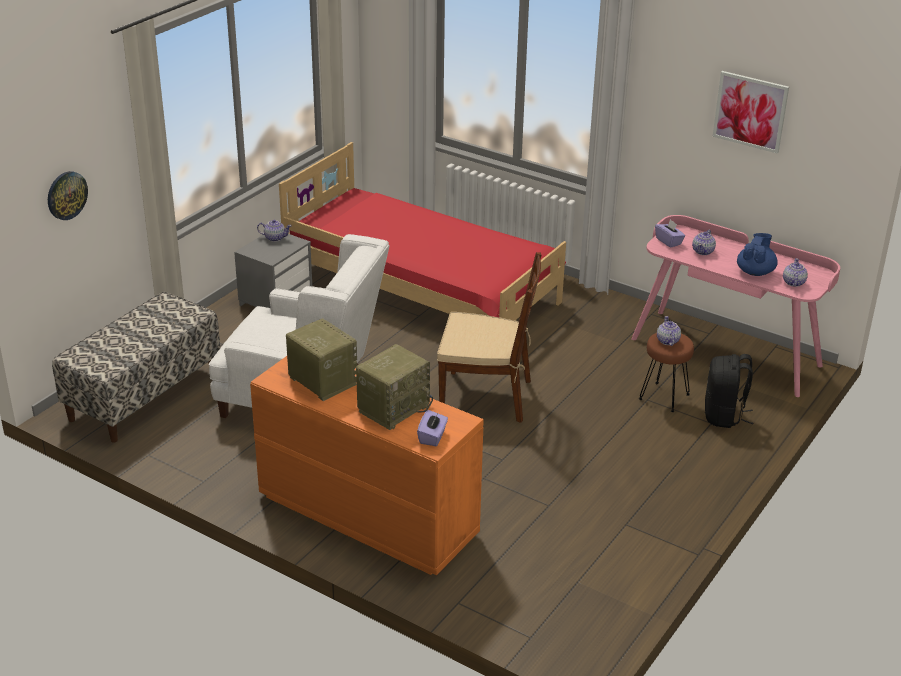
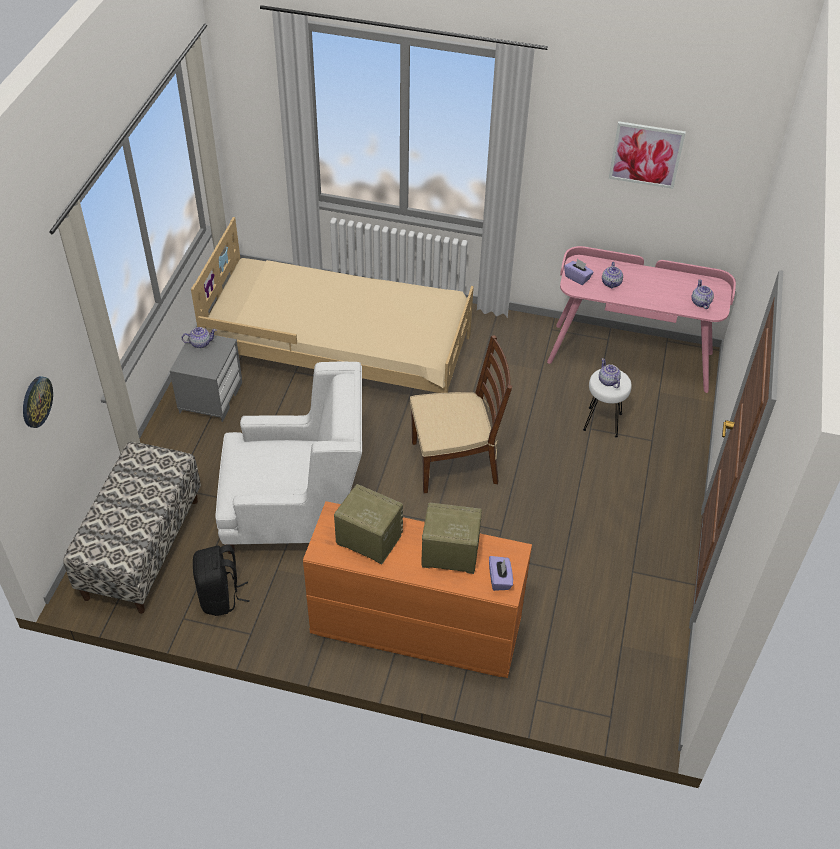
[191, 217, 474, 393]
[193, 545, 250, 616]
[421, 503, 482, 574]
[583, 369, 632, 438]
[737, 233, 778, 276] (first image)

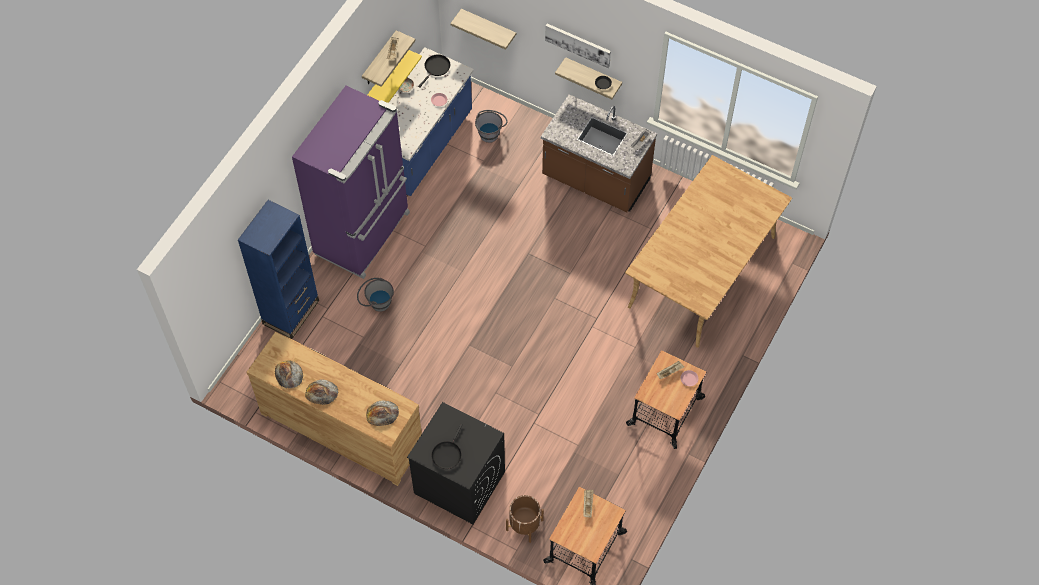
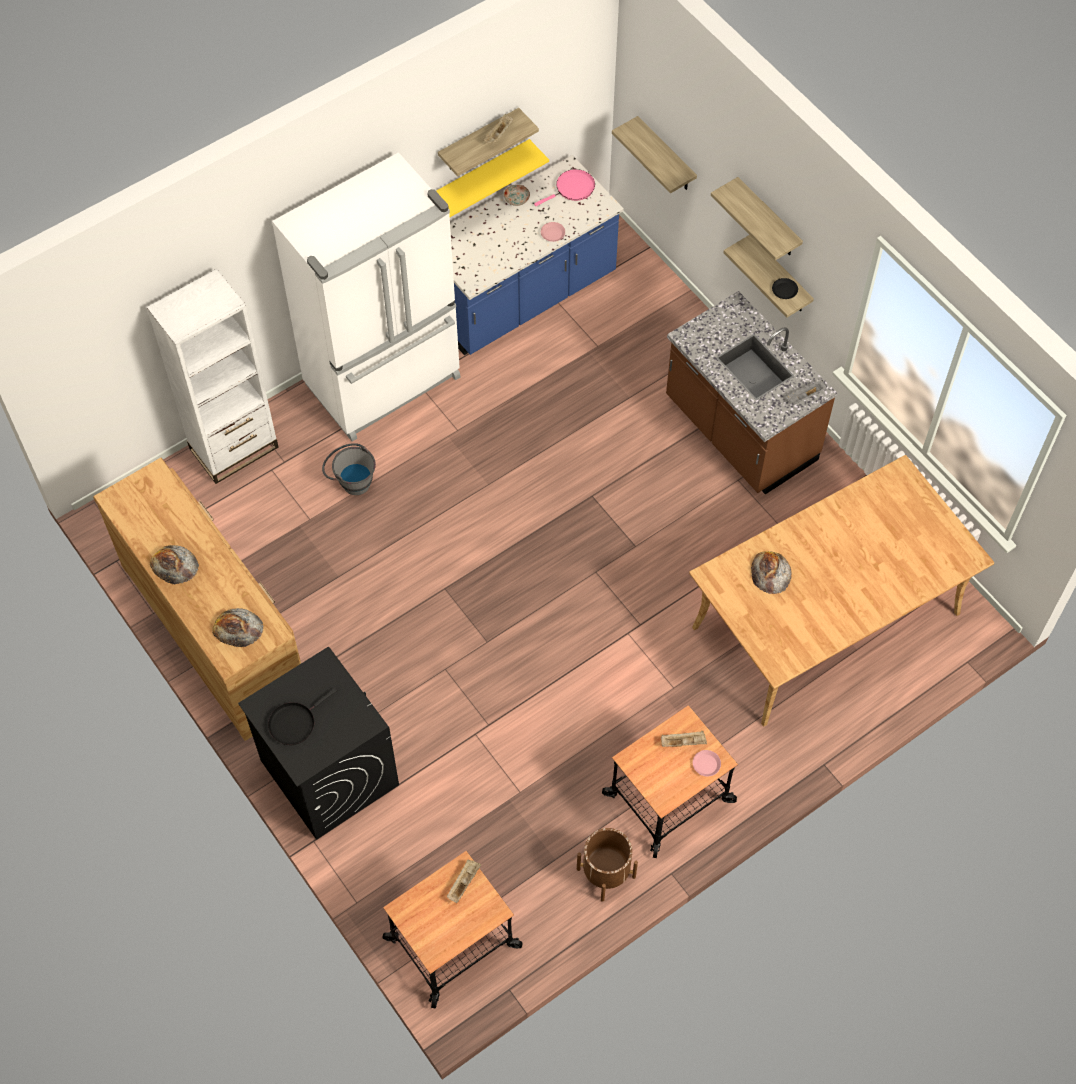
[147, 269, 278, 484]
[272, 152, 461, 441]
[534, 169, 595, 206]
[577, 828, 638, 902]
[711, 177, 803, 261]
[751, 551, 792, 594]
[475, 110, 508, 143] (first image)

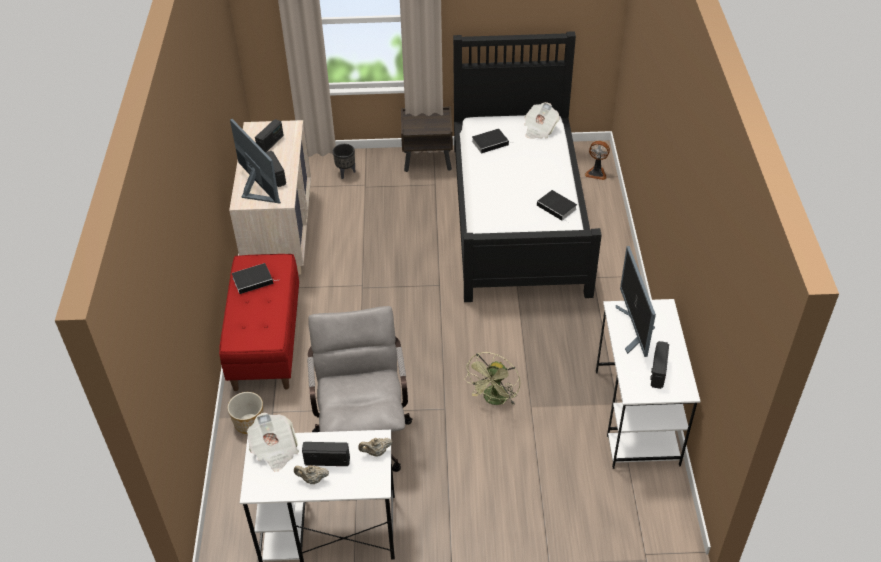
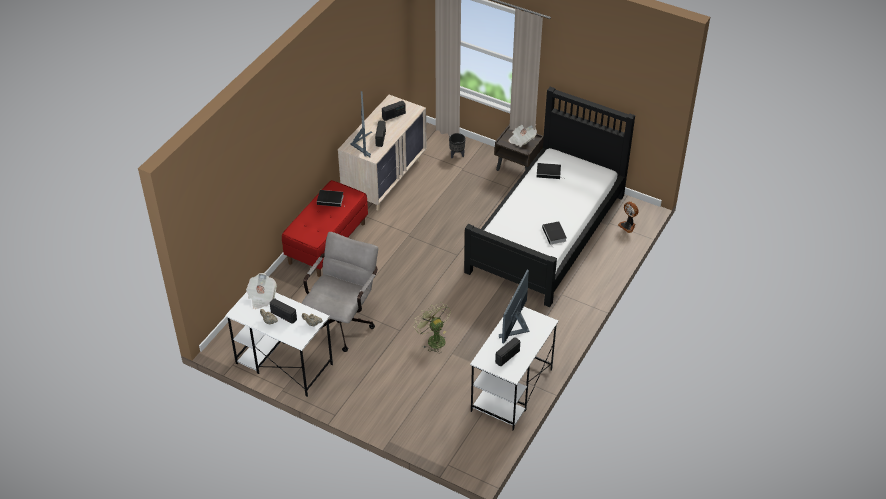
[414, 302, 451, 353]
[509, 125, 537, 147]
[227, 392, 264, 434] (first image)

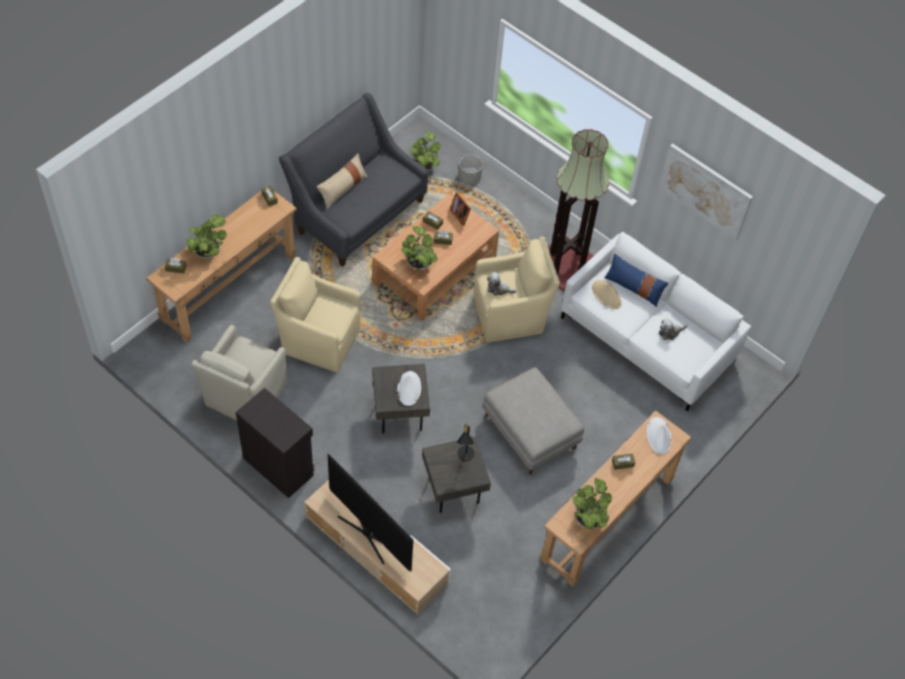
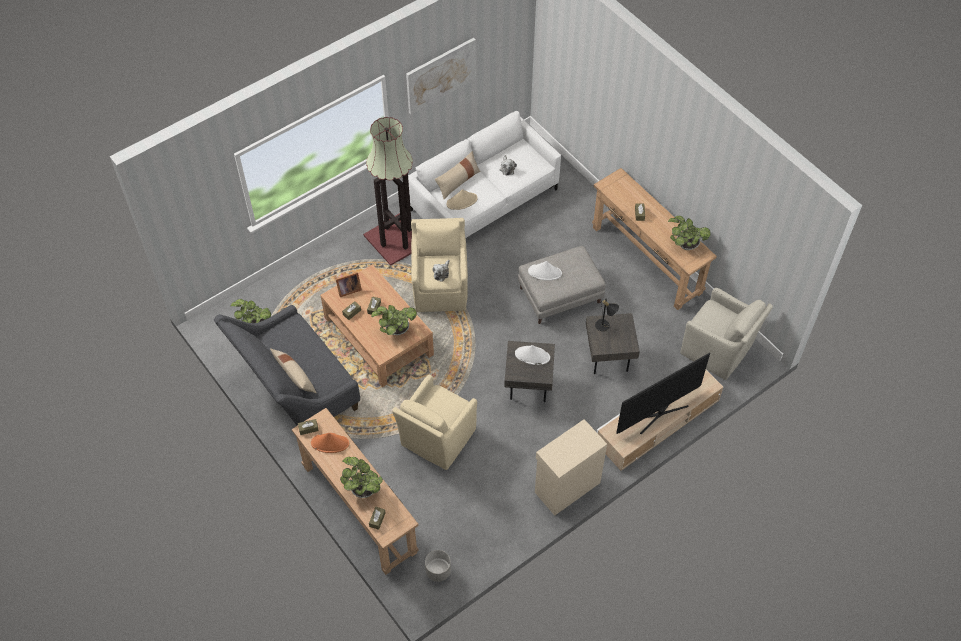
[311, 433, 349, 453]
[425, 550, 451, 582]
[435, 151, 481, 199]
[528, 261, 562, 280]
[535, 419, 607, 516]
[680, 288, 773, 380]

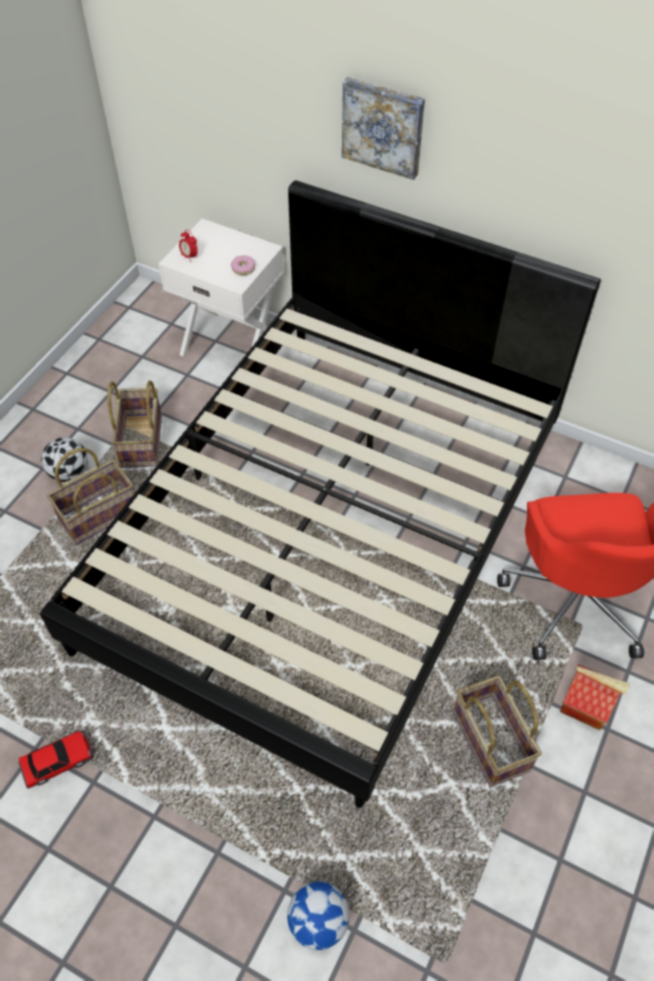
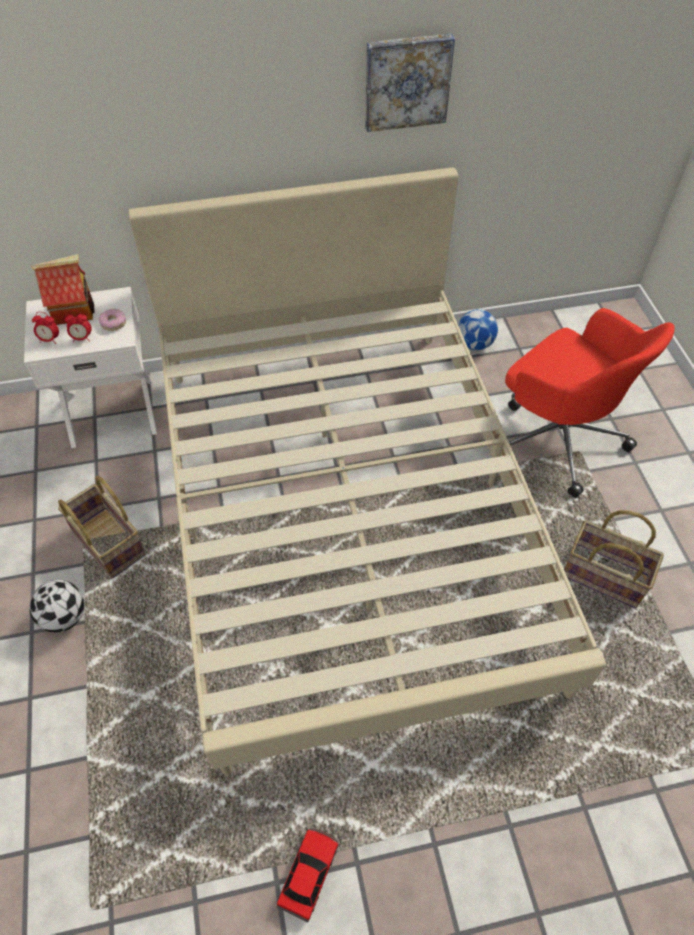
[31, 254, 95, 325]
[64, 310, 92, 343]
[128, 167, 606, 776]
[365, 33, 455, 132]
[458, 309, 498, 350]
[47, 448, 135, 545] (first image)

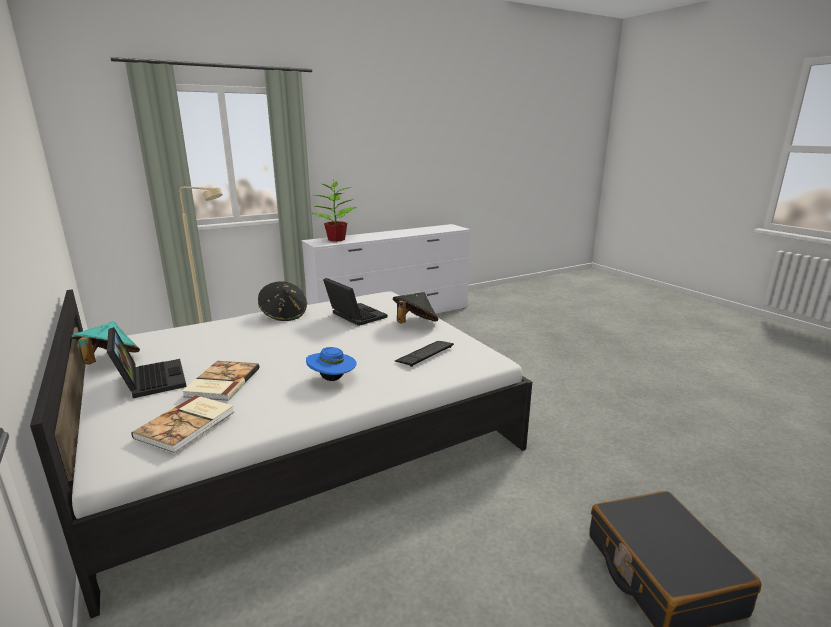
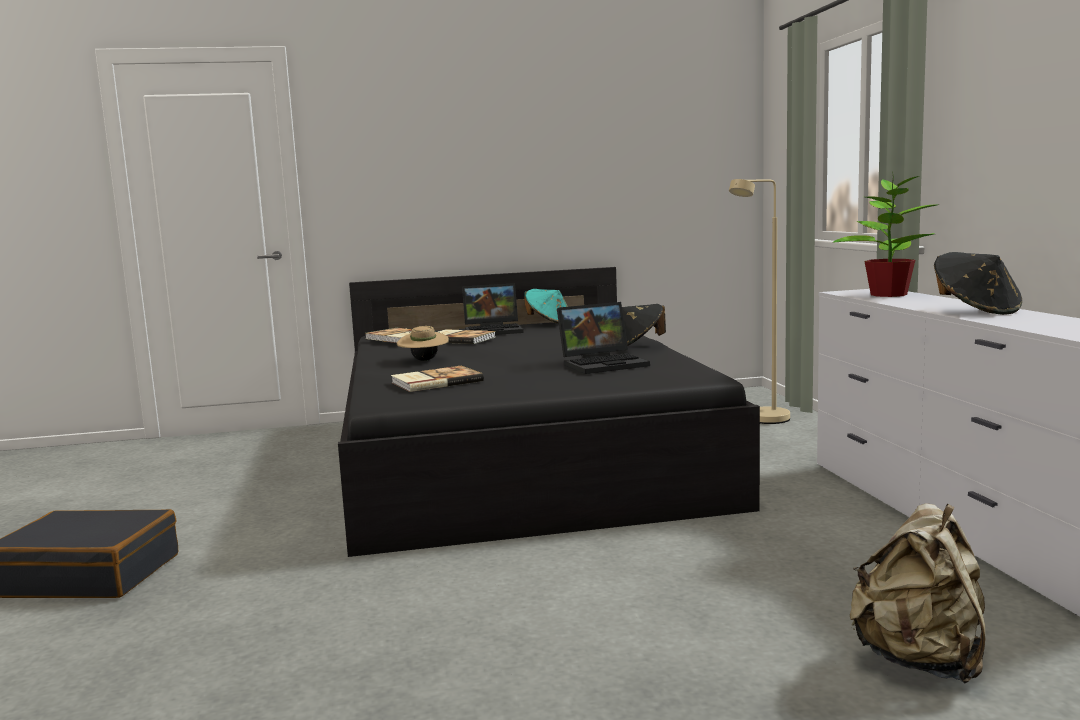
[338, 267, 760, 557]
[391, 365, 484, 392]
[397, 326, 449, 361]
[850, 503, 985, 684]
[934, 252, 1022, 315]

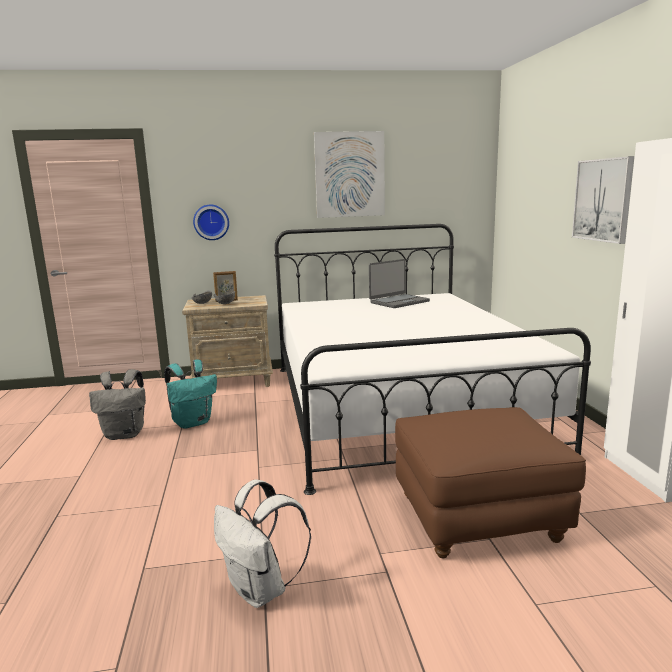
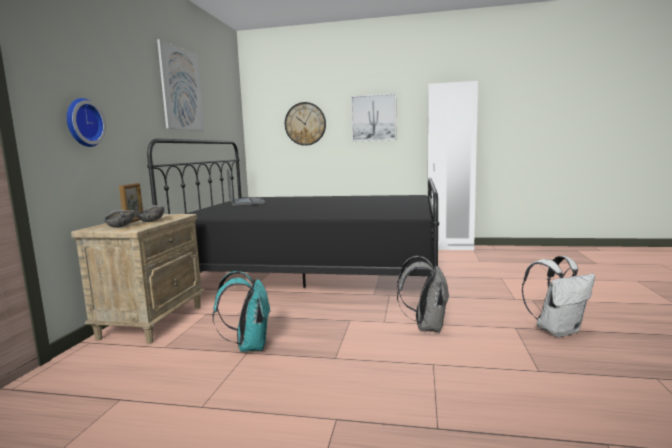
[147, 139, 439, 288]
[285, 102, 326, 146]
[397, 256, 449, 332]
[395, 407, 586, 558] (first image)

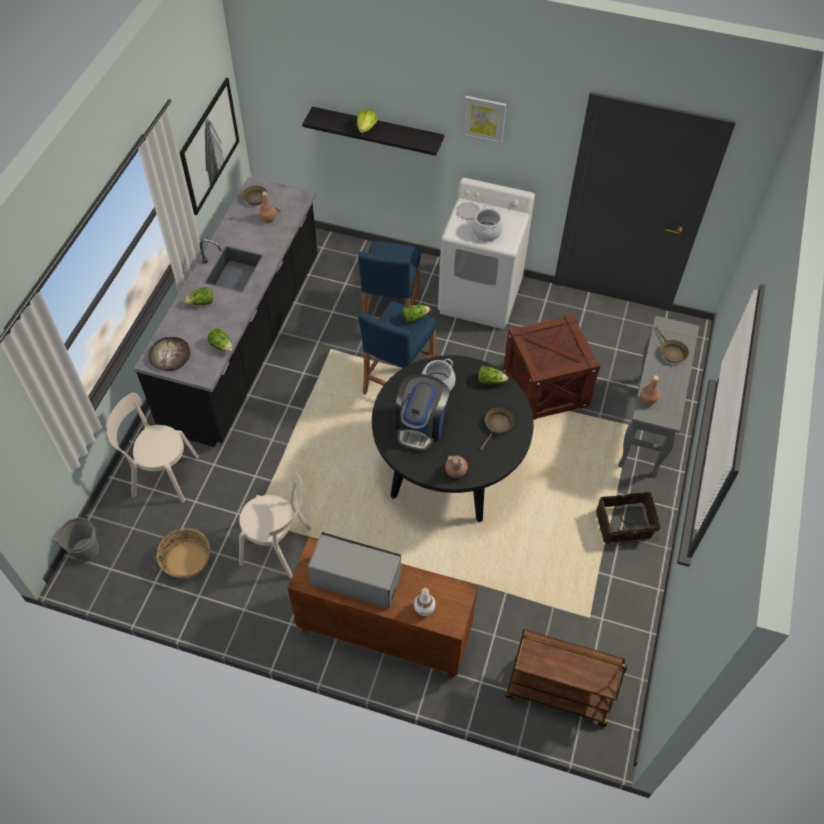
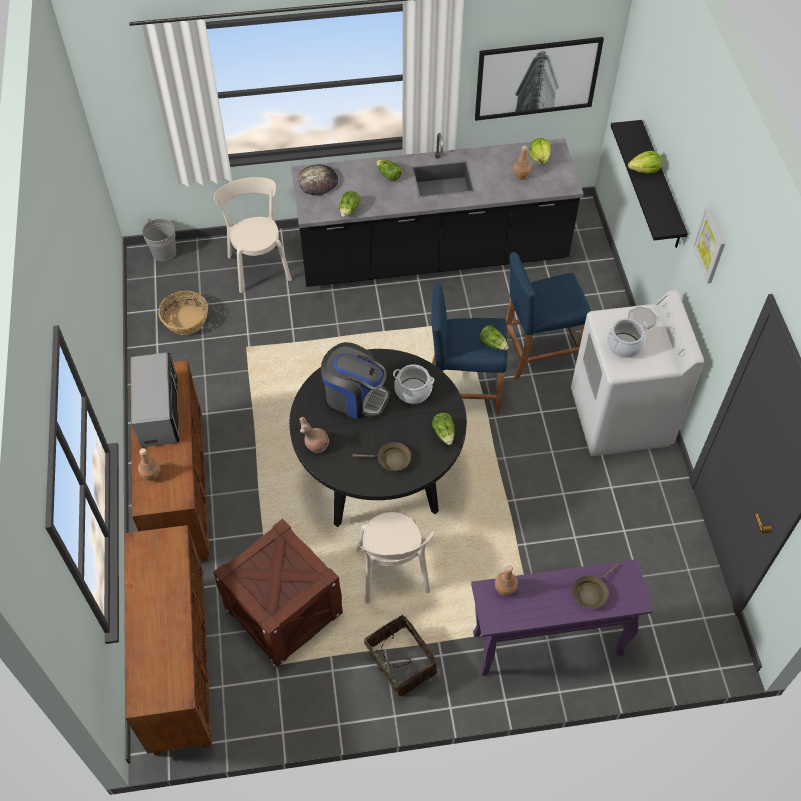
[124, 525, 212, 756]
[138, 448, 160, 481]
[213, 519, 343, 668]
[321, 342, 390, 419]
[356, 512, 435, 604]
[471, 559, 653, 676]
[529, 138, 551, 164]

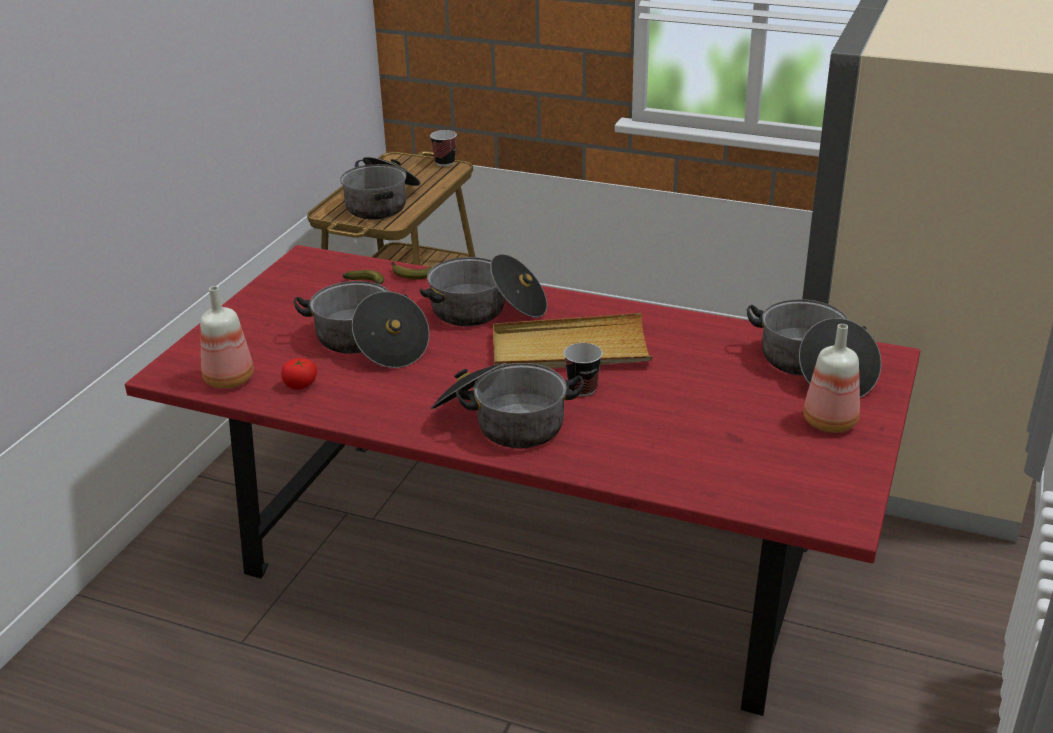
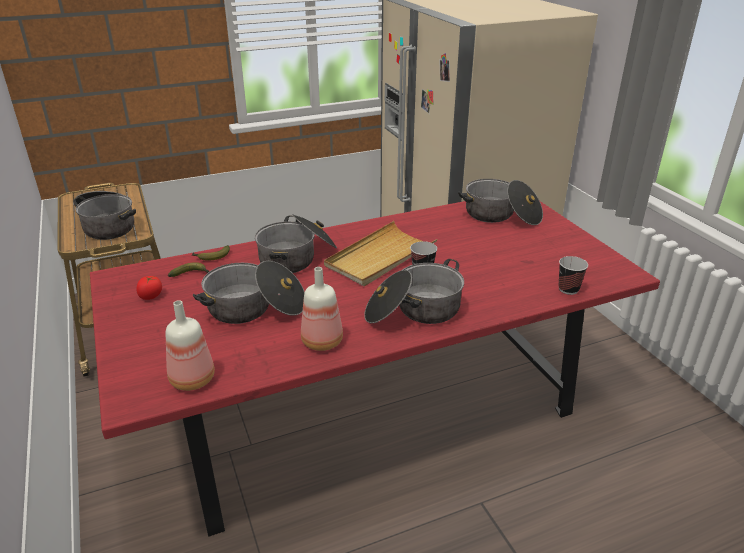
[136, 276, 162, 300]
[301, 267, 343, 351]
[558, 256, 588, 295]

